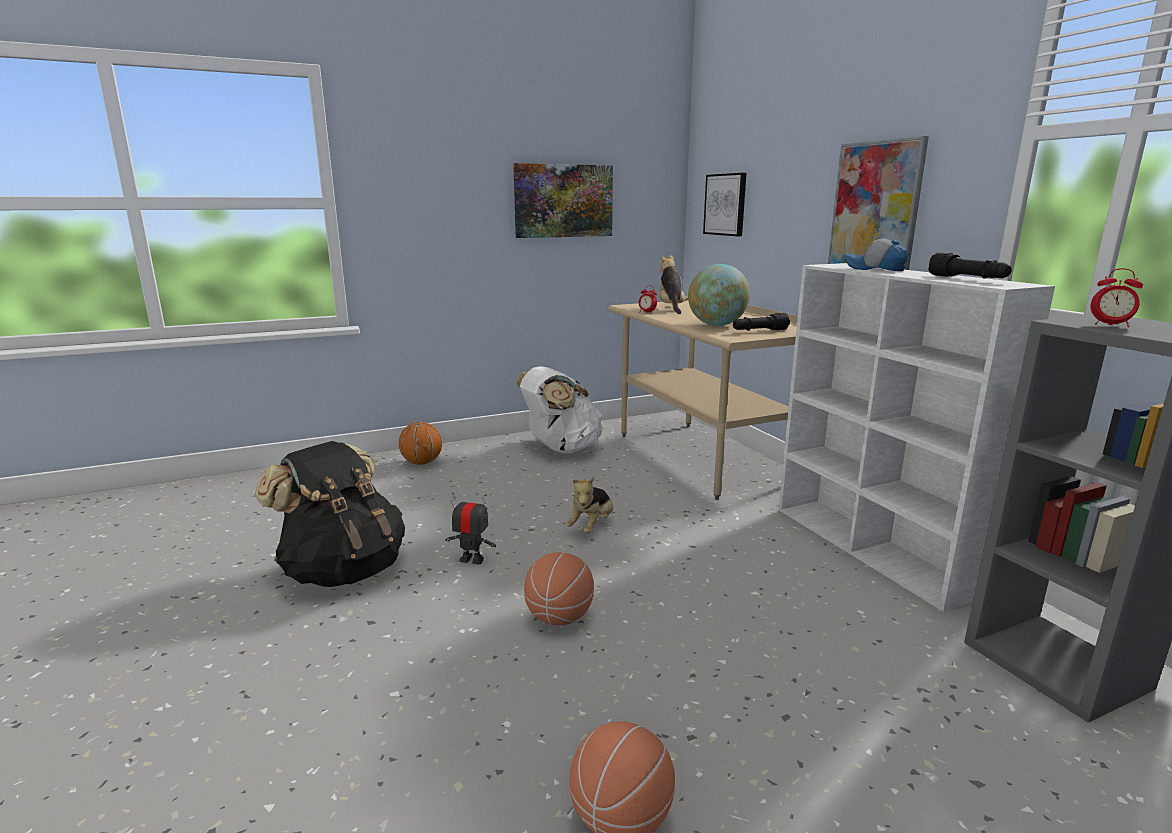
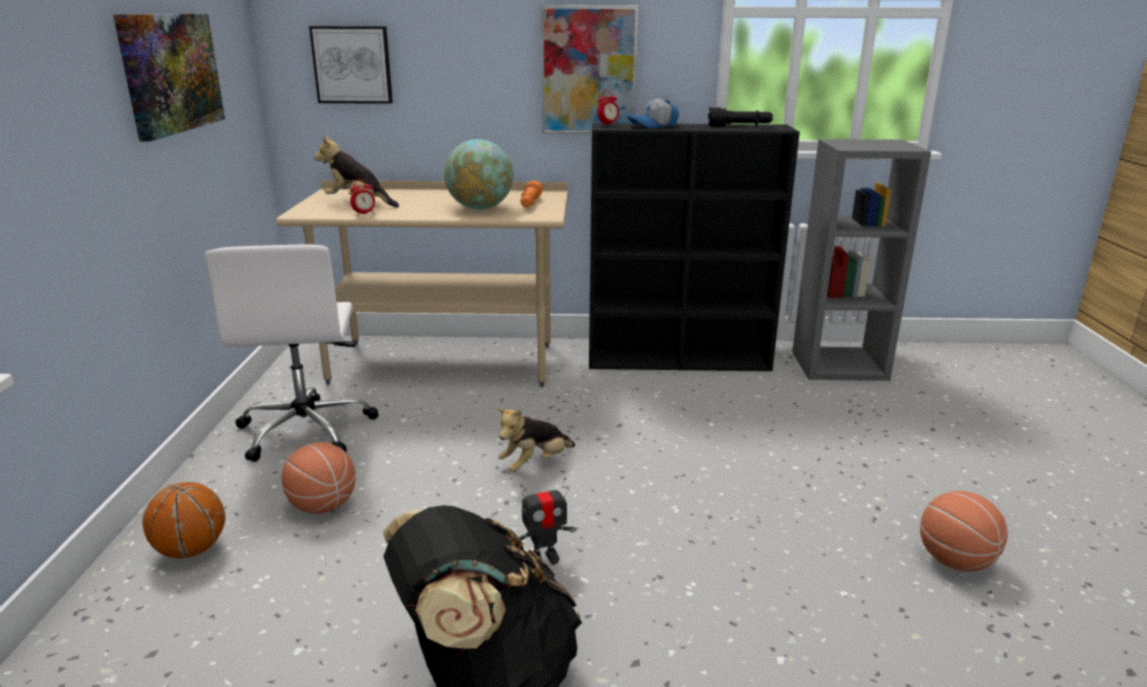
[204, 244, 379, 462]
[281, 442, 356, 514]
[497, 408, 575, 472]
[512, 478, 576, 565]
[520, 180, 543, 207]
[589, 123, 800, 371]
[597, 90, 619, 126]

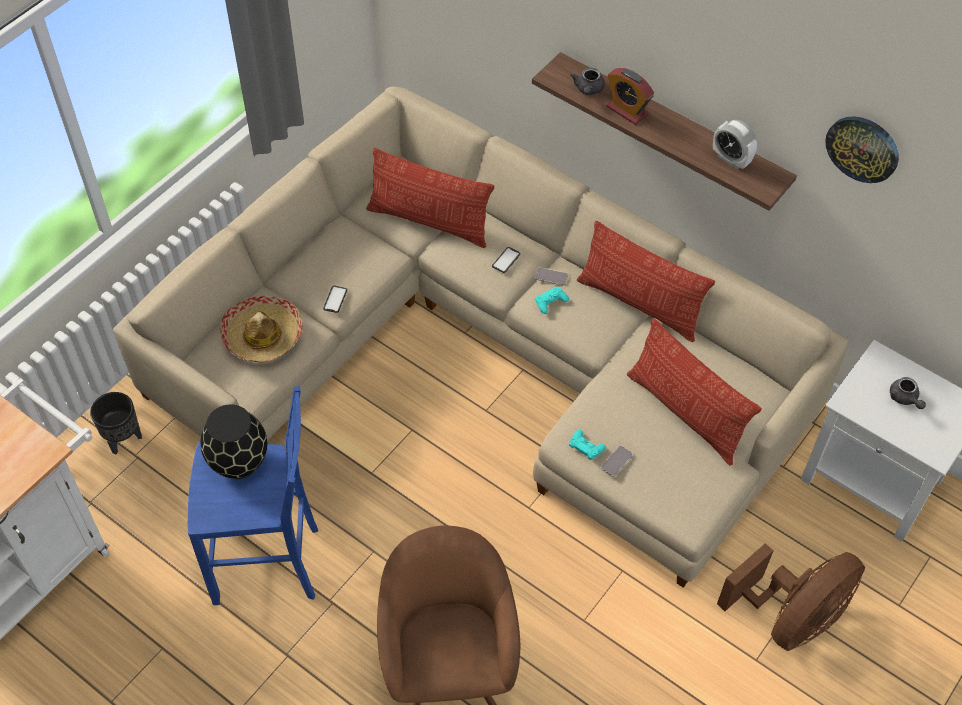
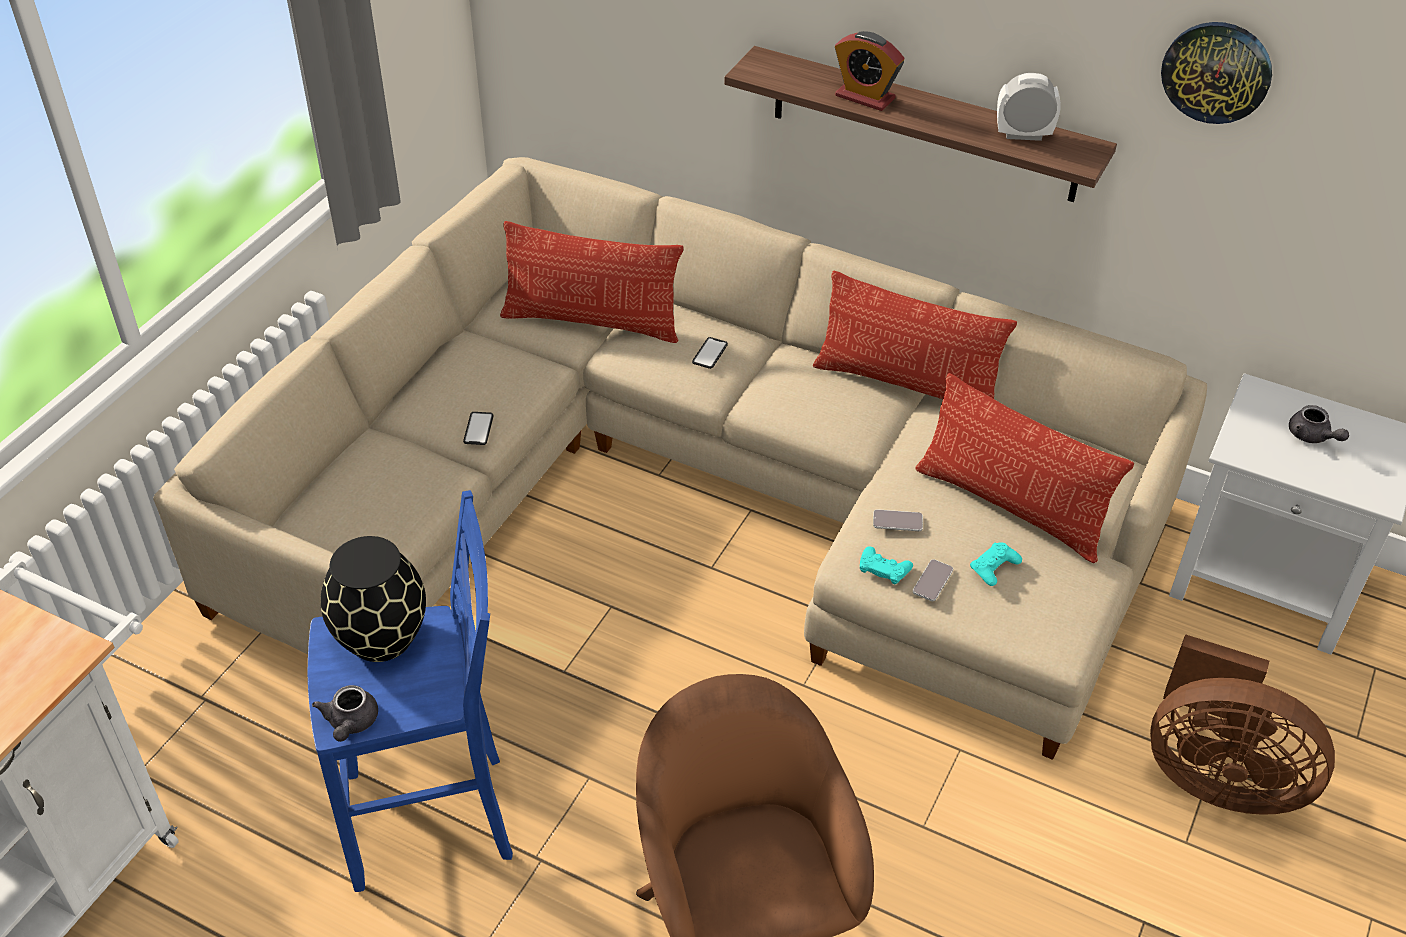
[312, 685, 378, 742]
[873, 509, 923, 531]
[970, 542, 1022, 586]
[997, 73, 1061, 141]
[1150, 634, 1335, 815]
[90, 392, 142, 455] (first image)
[220, 296, 303, 362] (first image)

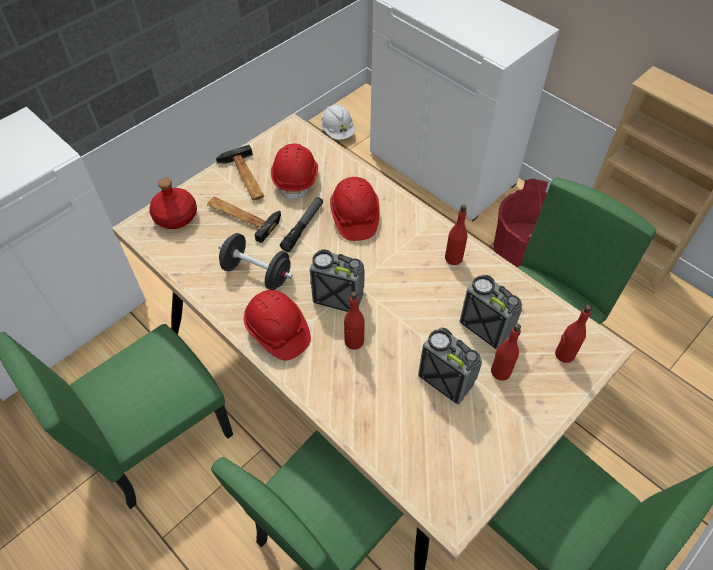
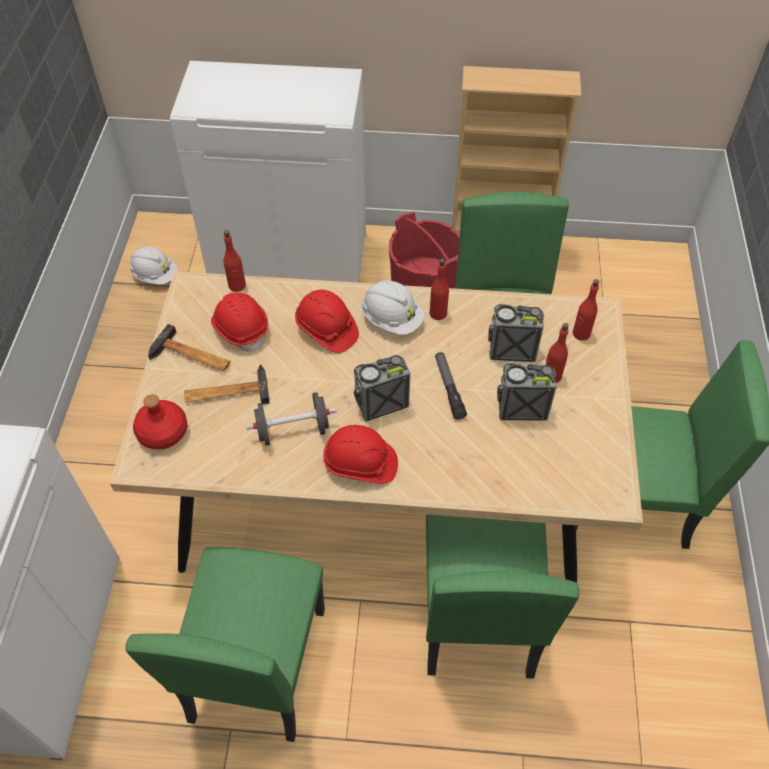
[224, 230, 246, 292]
[361, 280, 425, 335]
[435, 352, 467, 420]

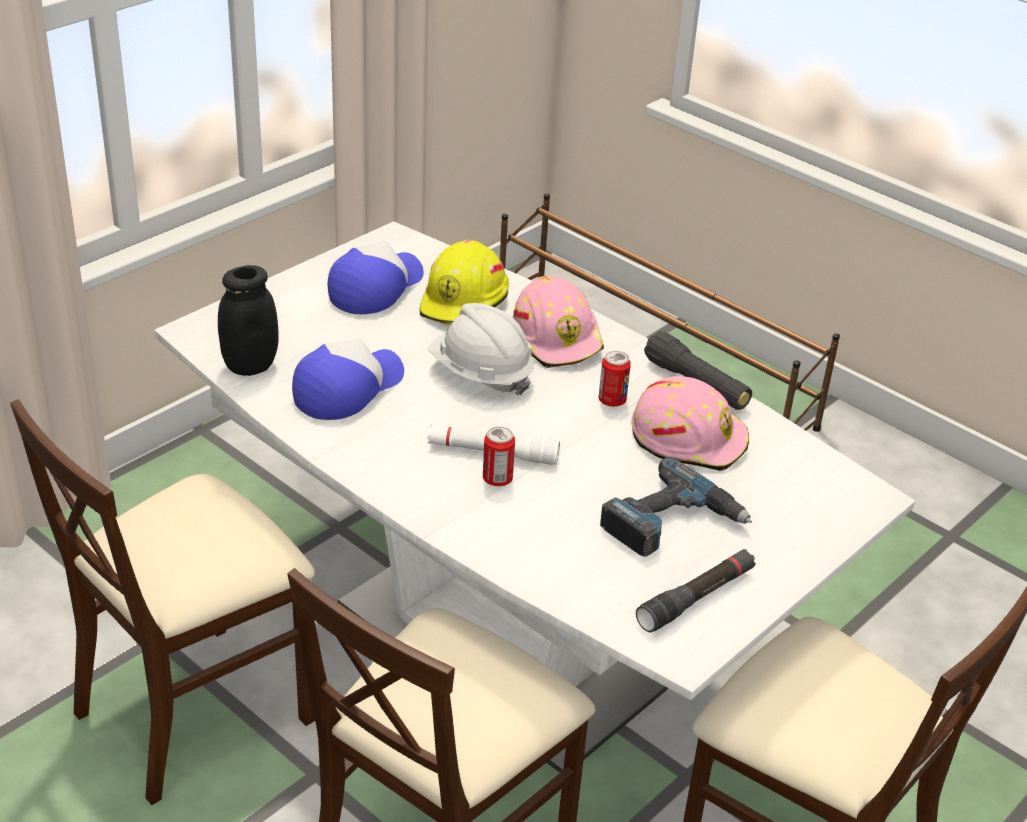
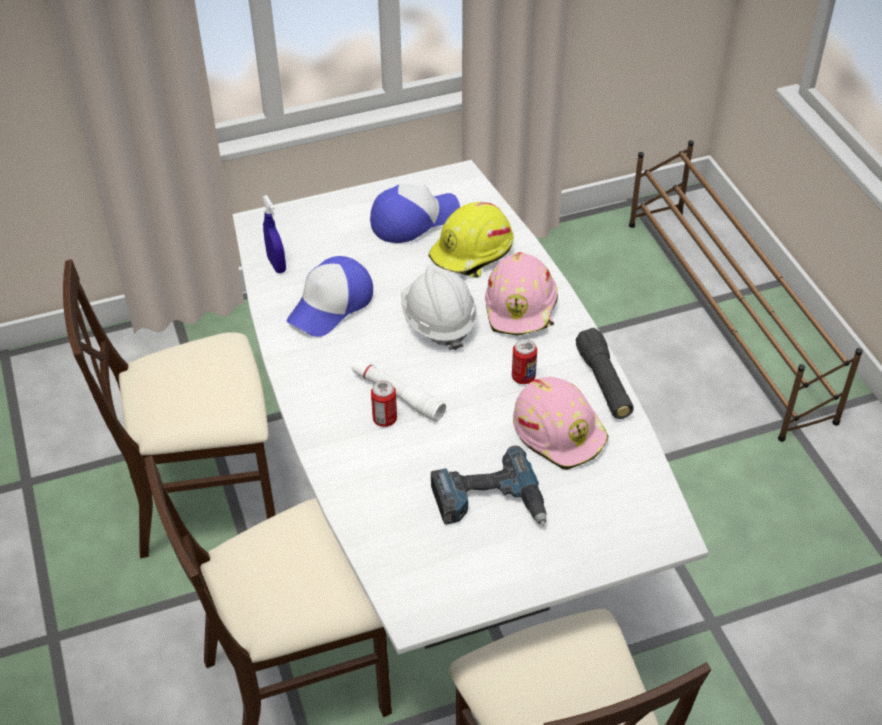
[262, 195, 286, 273]
[287, 256, 373, 337]
[636, 549, 755, 632] (first image)

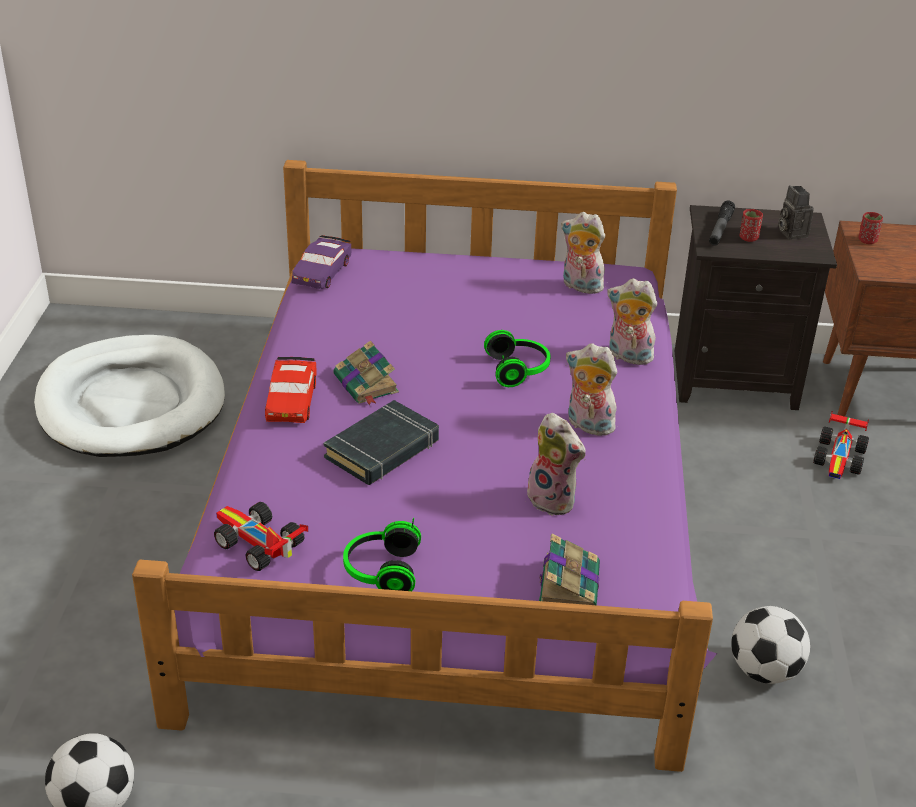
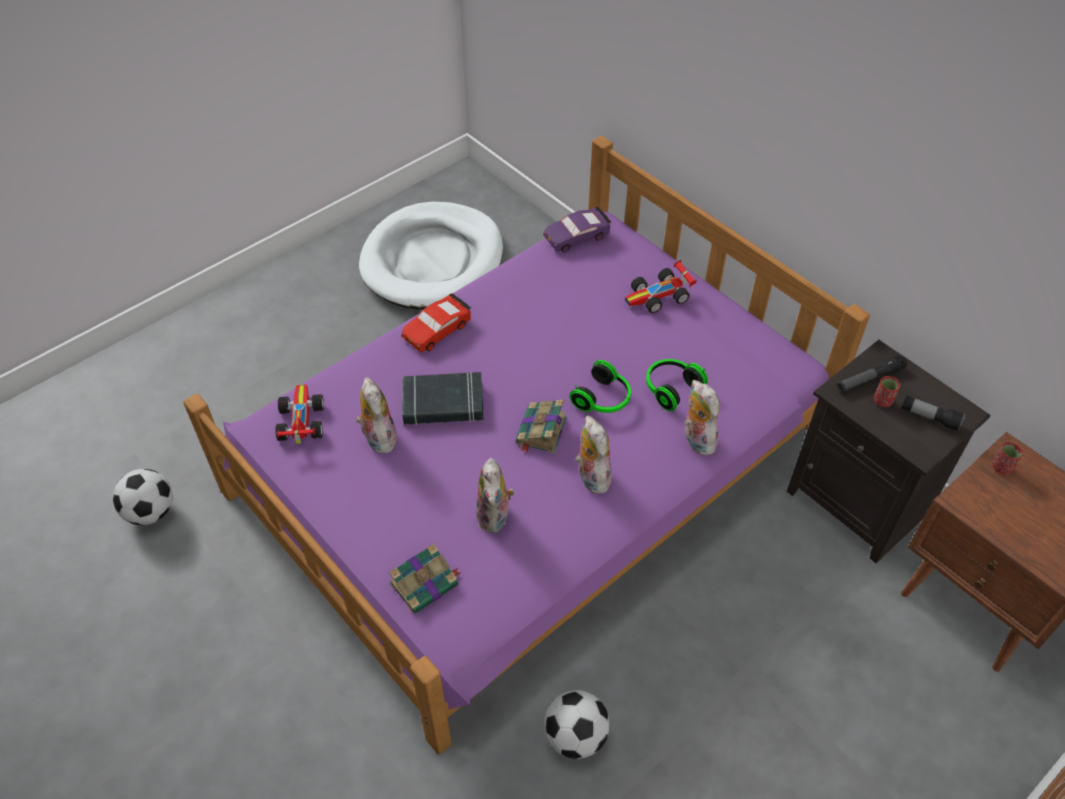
[356, 377, 397, 453]
[516, 400, 567, 453]
[625, 260, 697, 313]
[646, 359, 708, 411]
[901, 396, 966, 432]

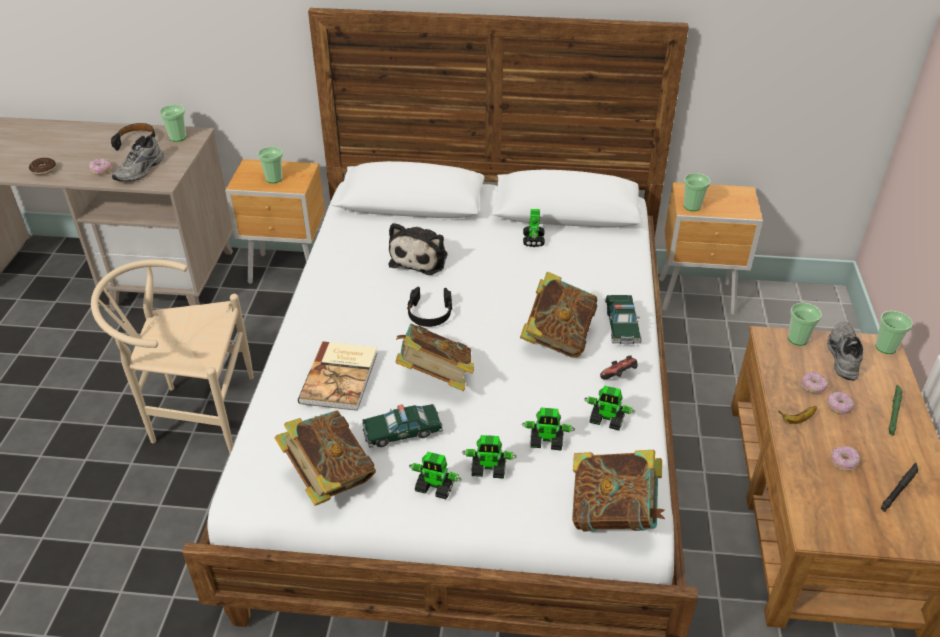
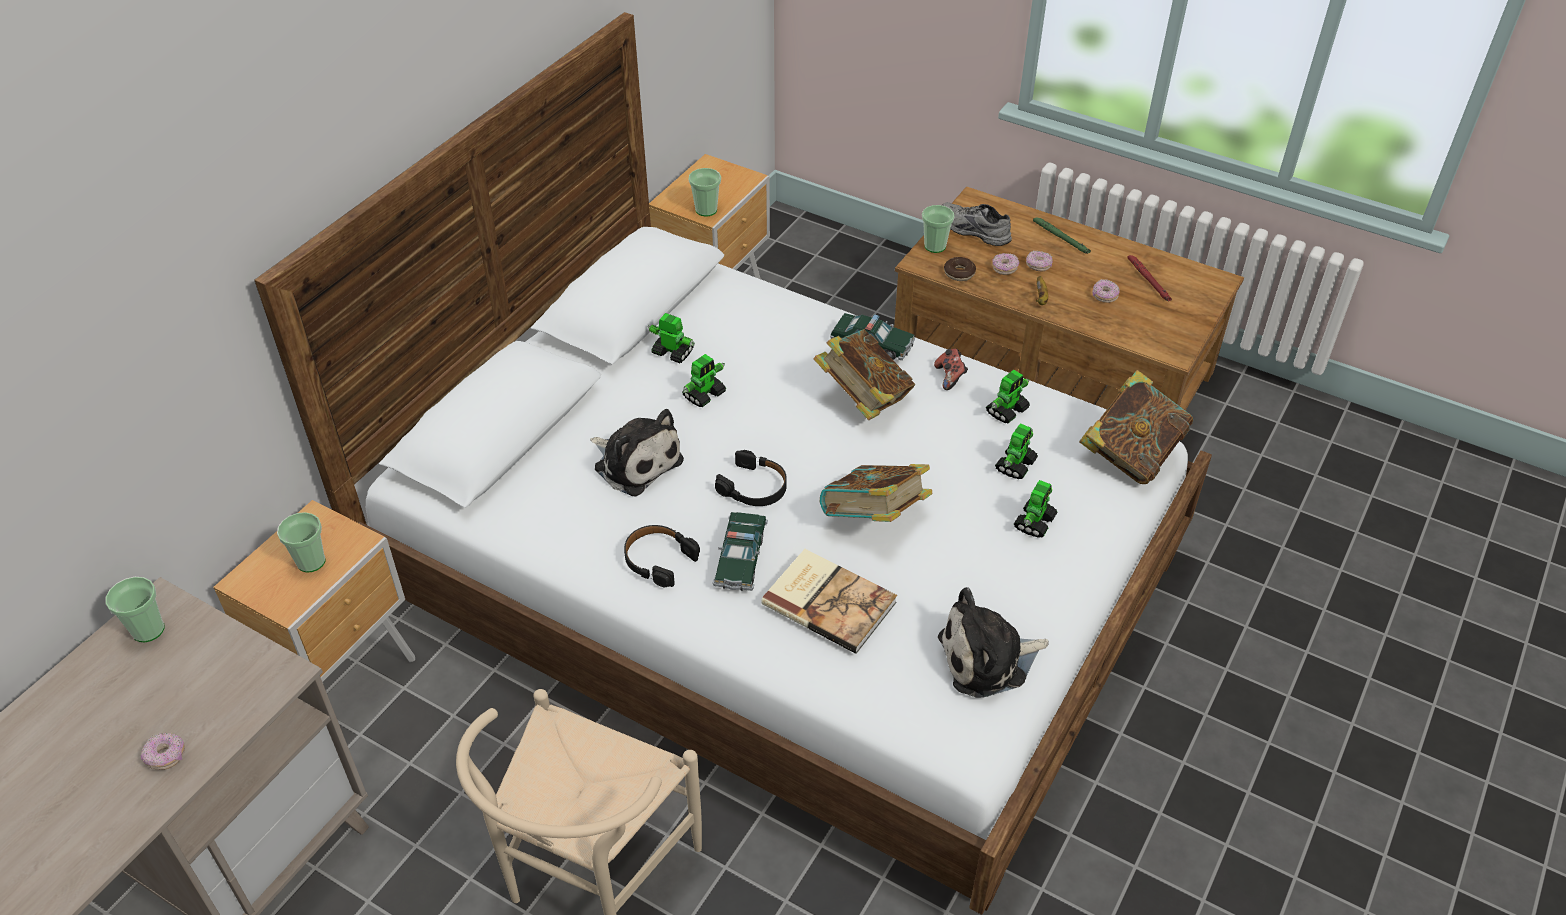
[624, 525, 700, 587]
[682, 354, 726, 407]
[712, 512, 768, 591]
[938, 587, 1049, 698]
[944, 257, 976, 281]
[1127, 255, 1172, 301]
[112, 136, 164, 181] (first image)
[875, 311, 913, 354] (first image)

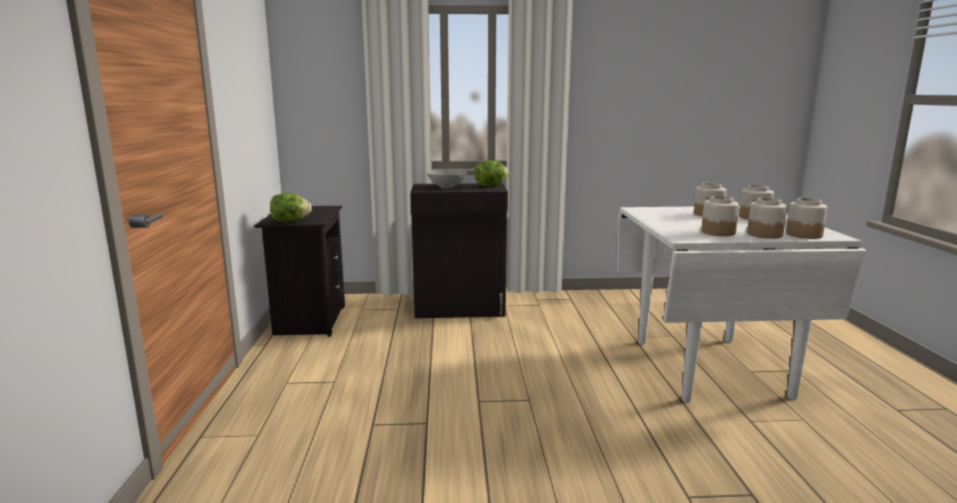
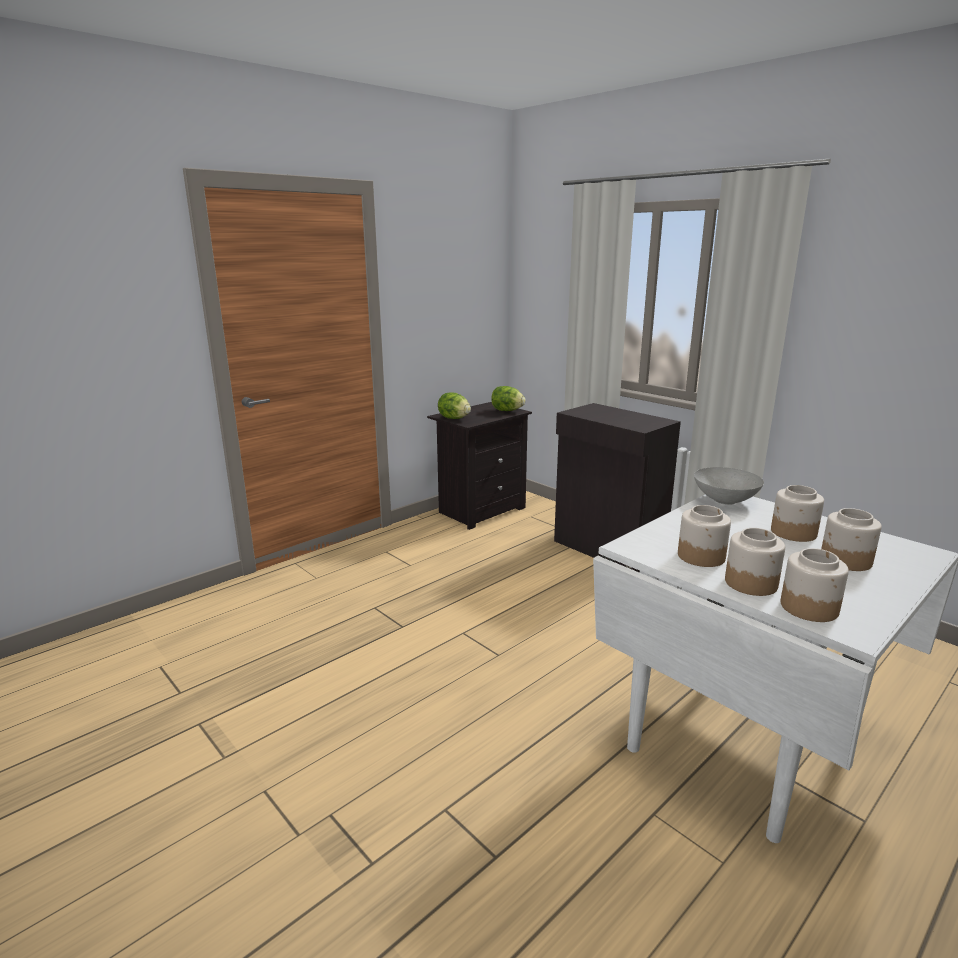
[491, 386, 525, 411]
[694, 467, 764, 505]

